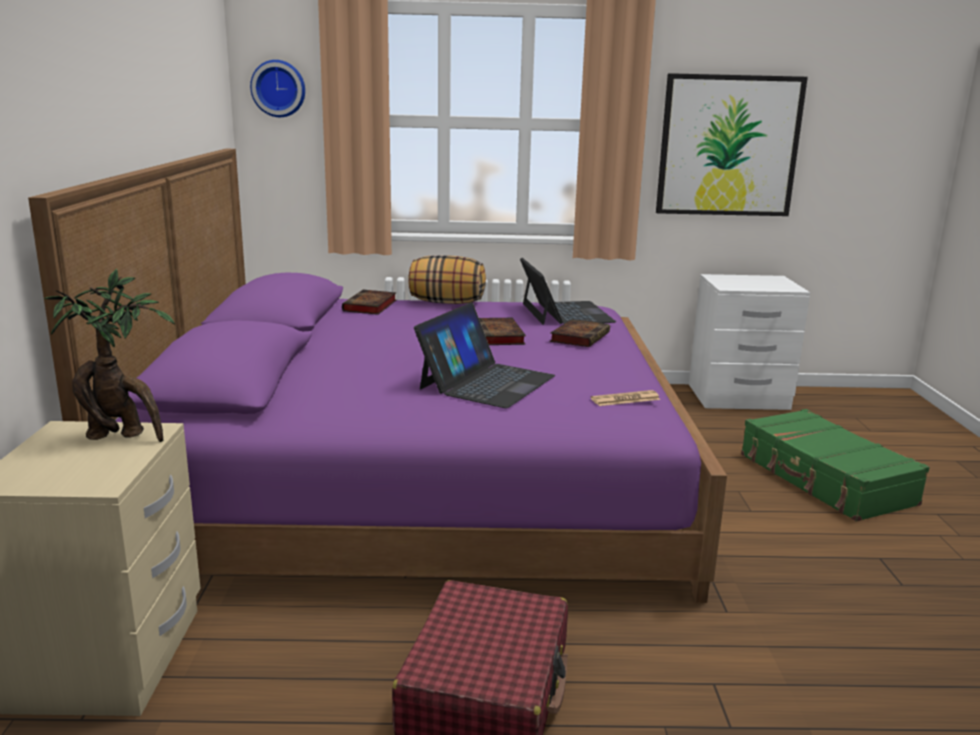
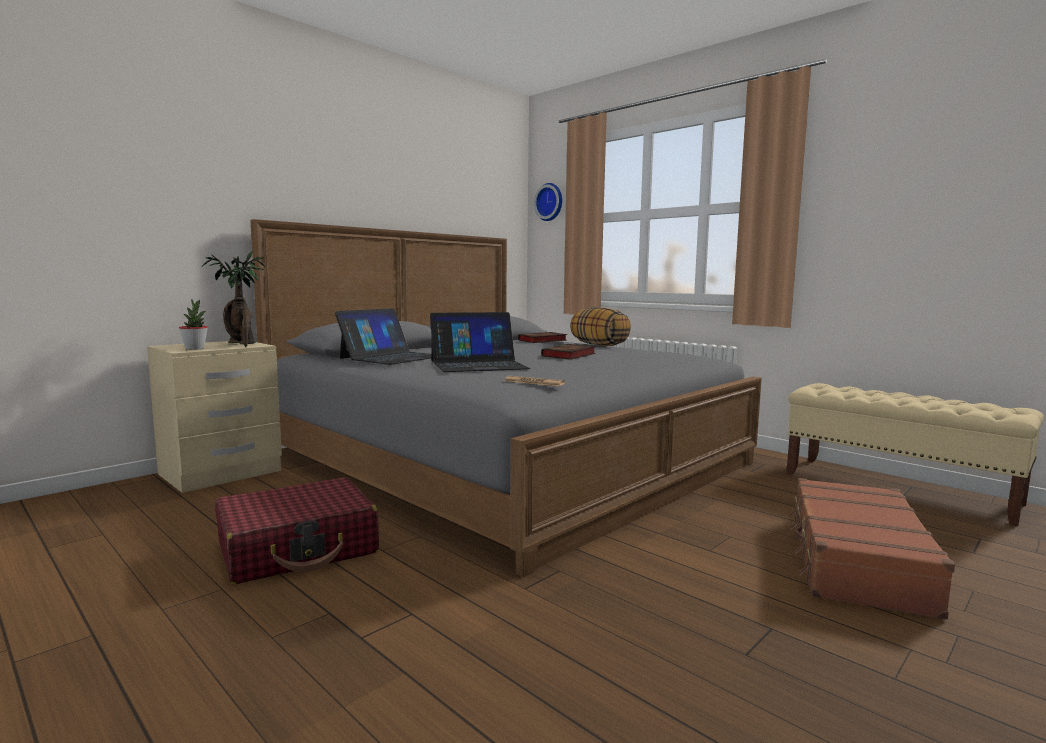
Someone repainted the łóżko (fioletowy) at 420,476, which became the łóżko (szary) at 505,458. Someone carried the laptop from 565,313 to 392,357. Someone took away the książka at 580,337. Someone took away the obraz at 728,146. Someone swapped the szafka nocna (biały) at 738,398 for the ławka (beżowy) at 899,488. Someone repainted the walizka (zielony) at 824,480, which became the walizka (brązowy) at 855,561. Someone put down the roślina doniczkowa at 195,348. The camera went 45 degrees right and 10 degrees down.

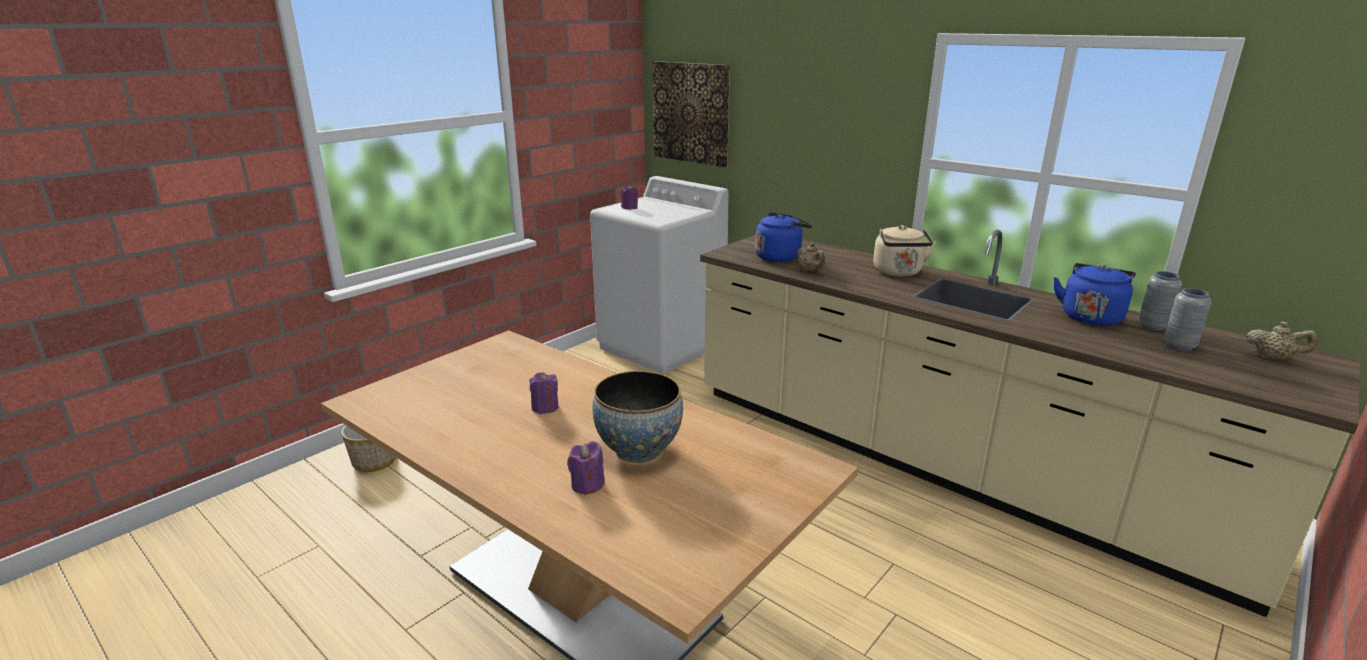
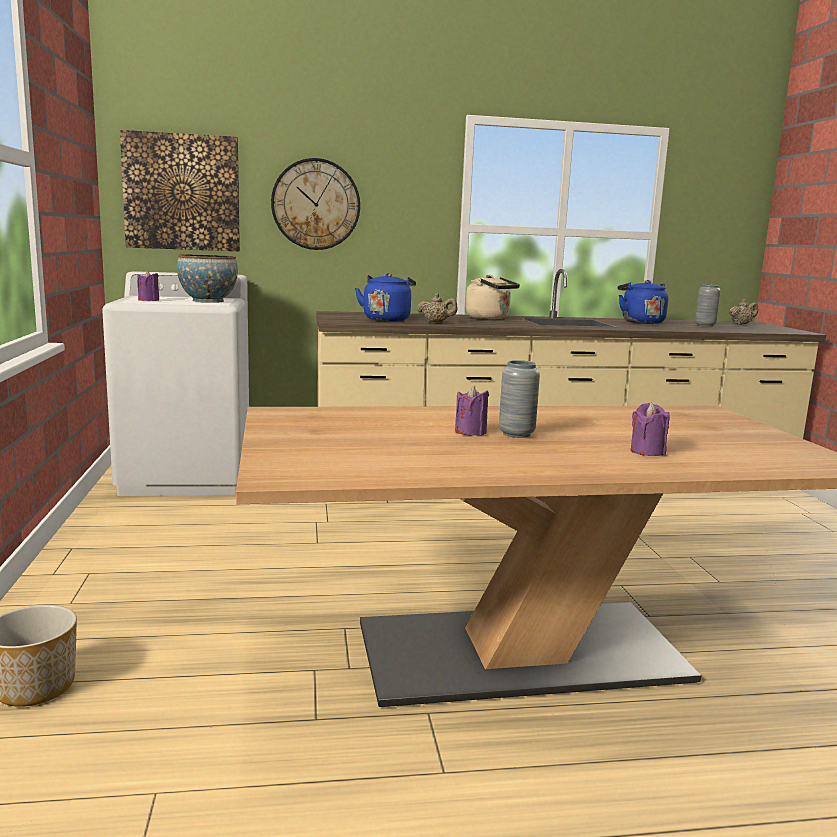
Someone carried the miska from 638,450 to 208,301. Someone carried the wazon (szary) from 1152,326 to 516,434. Someone put up the zegar ścienny at 316,204. The camera went 50 degrees left and 10 degrees down.

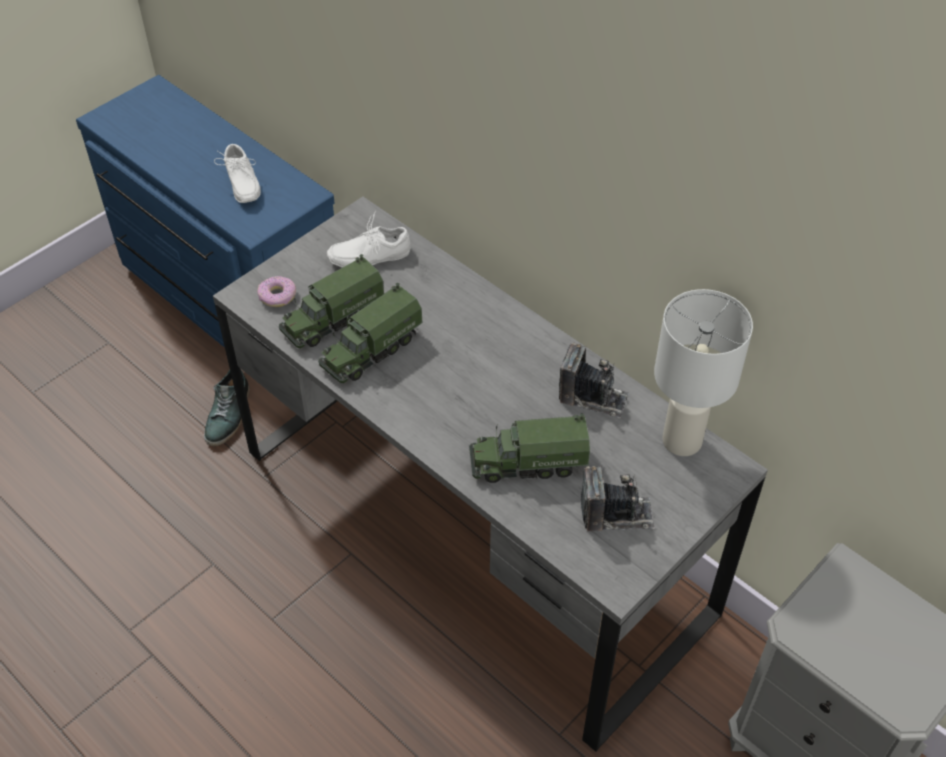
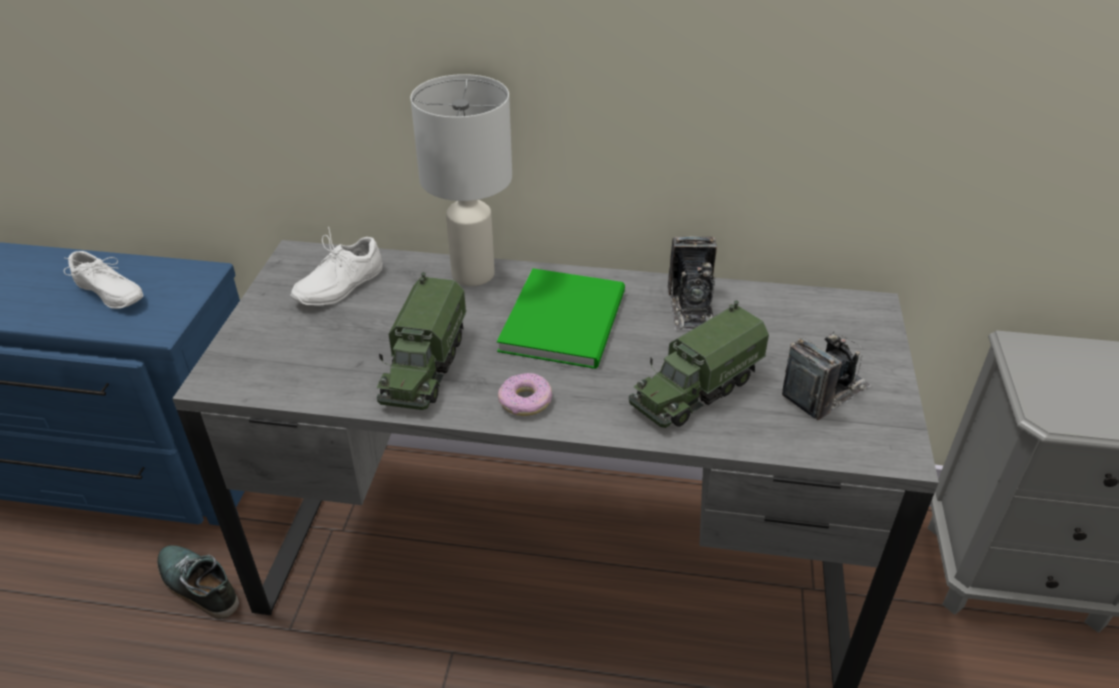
Someone rotated the but at 229,414 by 150 degrees clockwise. Someone carried the donut from 277,296 to 525,401. Someone took away the ciężarówka zabawkowa at 332,319. Someone rotated the aparat fotograficzny at 593,397 by 105 degrees clockwise. Someone carried the lampa stołowa (biały) from 681,439 to 472,273. Someone put down the książka (zielony) at 567,319. The camera went 35 degrees left and 10 degrees down.

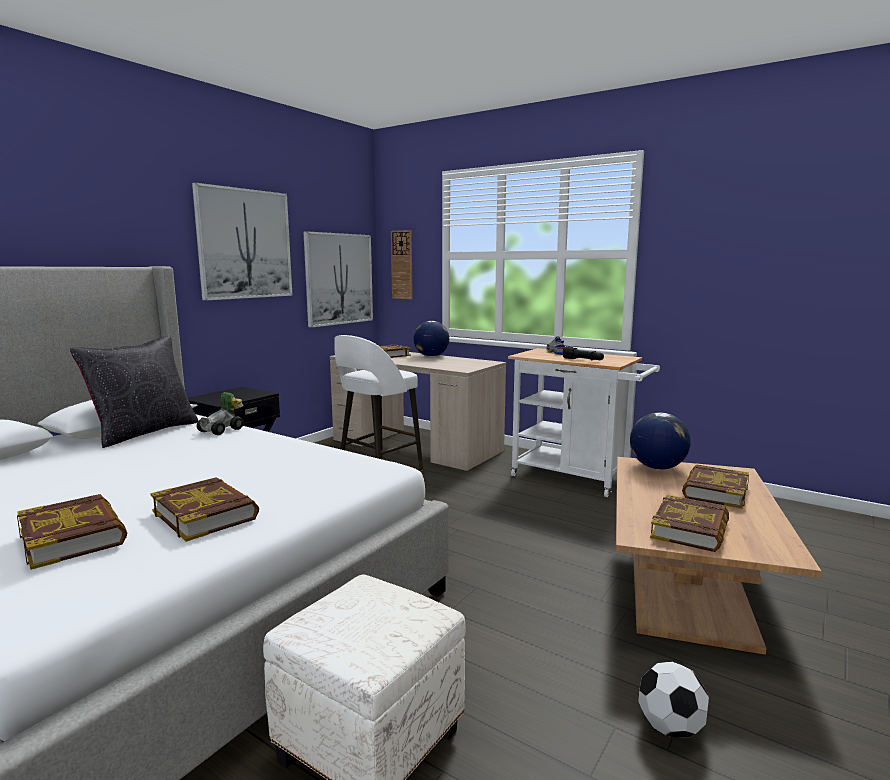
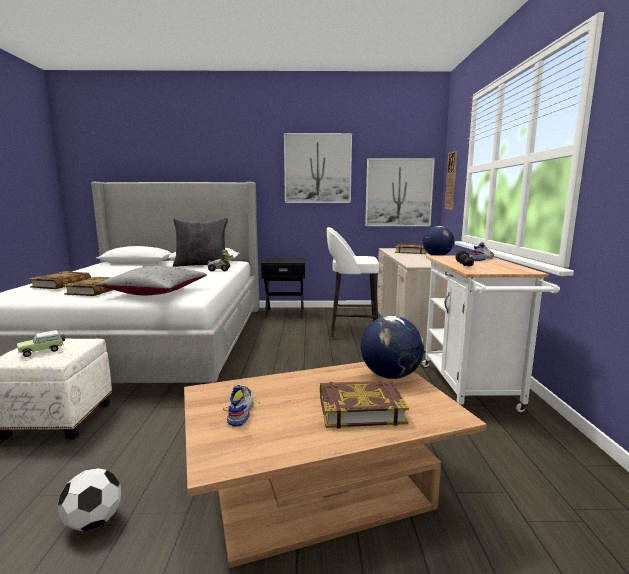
Someone swapped the książka at 690,529 for the but at 240,409. Someone put down the samochodzik at 43,351. Someone put down the poduszka (szary) at 156,292. The camera went 55 degrees right and 0 degrees up.

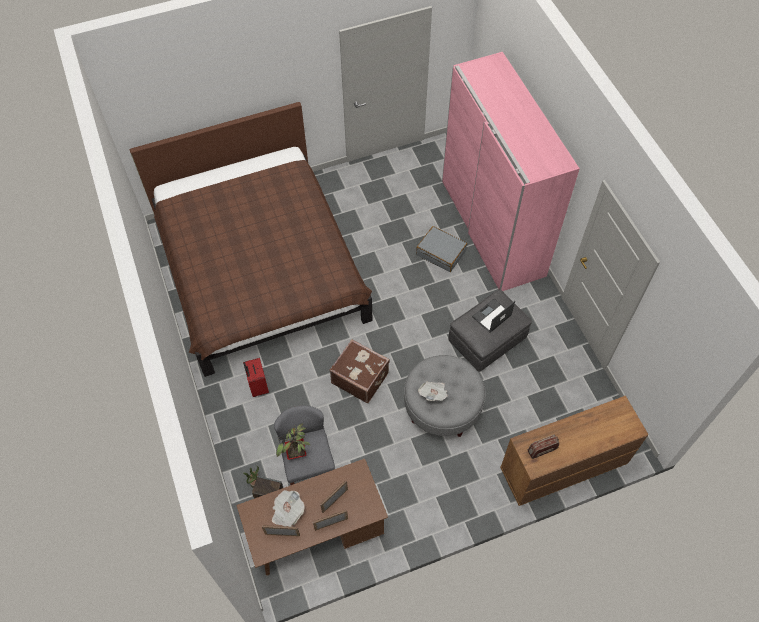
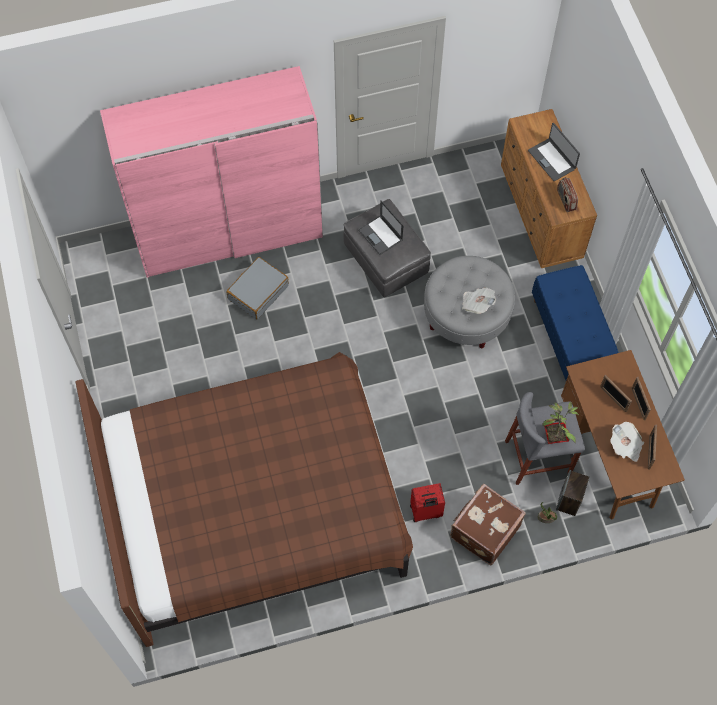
Someone carried the walizka (brązowy) from 360,377 to 484,530. Someone put down the laptop at 552,159. Someone put down the ławka (niebieski) at 570,337. The camera went 85 degrees left and 5 degrees up.

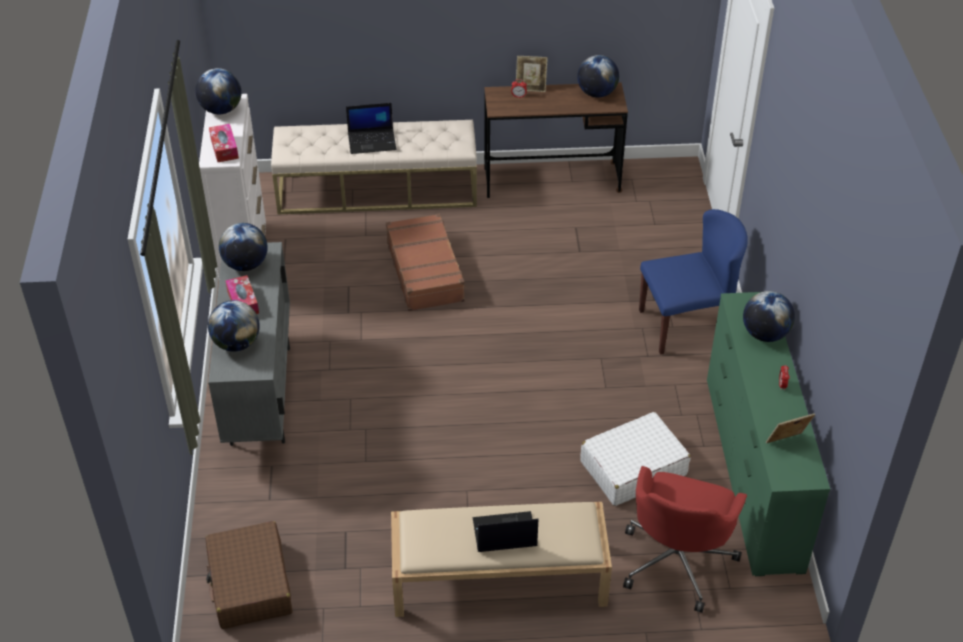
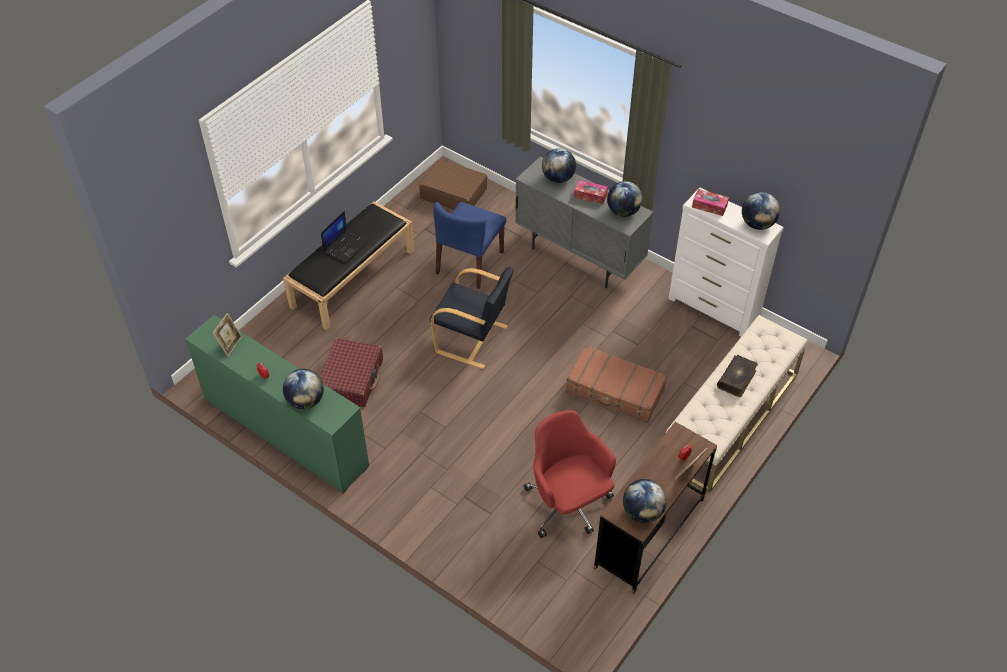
Someone swapped the laptop at 372,141 for the książka at 737,379. Someone repainted the ławka (beżowy) at 497,579, which became the ławka (czarny) at 353,277. Someone repainted the walizka (biały) at 632,468, which became the walizka (czerwony) at 351,379. Someone carried the krzesło biurowe (czerwony) from 677,560 to 568,505. Someone carried the krzesło (niebieski) from 686,325 to 469,263. Someone put down the fotel (czarny) at 473,340. The camera went 130 degrees right and 5 degrees up.

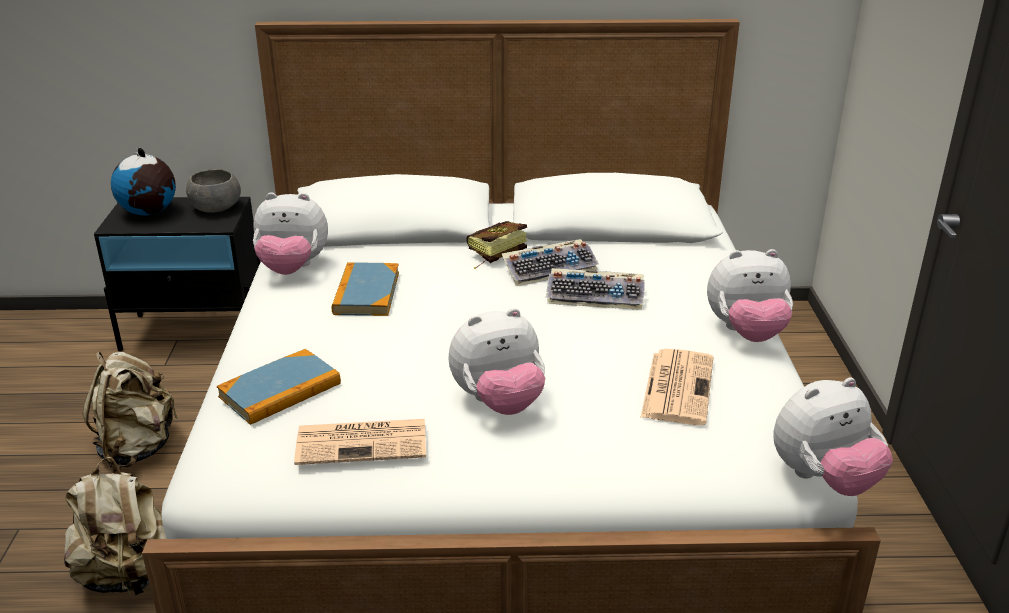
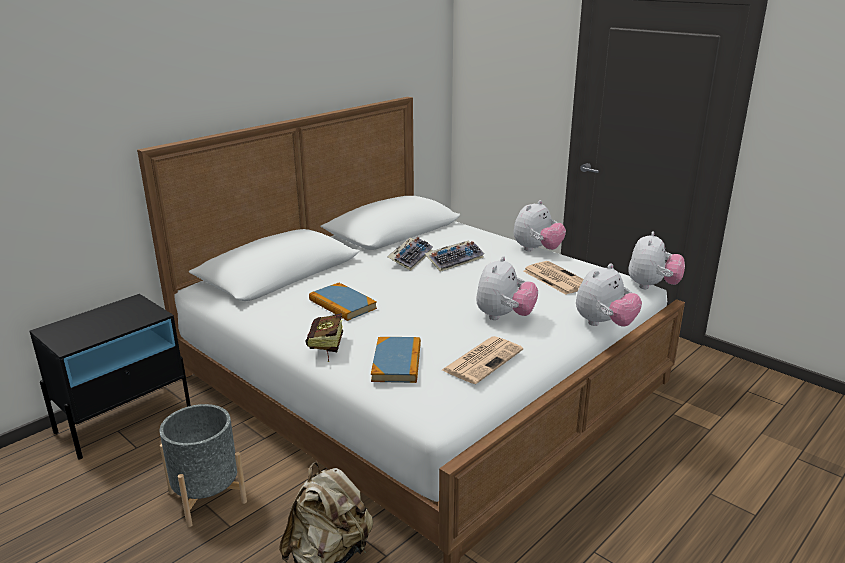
Someone swapped the plecak (beżowy) at 137,448 for the donica (szary) at 207,497. Someone took away the globus at 149,212. Someone took away the miska (szary) at 215,208. Someone carried the pluszak from 292,269 to 604,324. Someone carried the książka from 492,256 to 325,348. The camera went 45 degrees left and 5 degrees down.

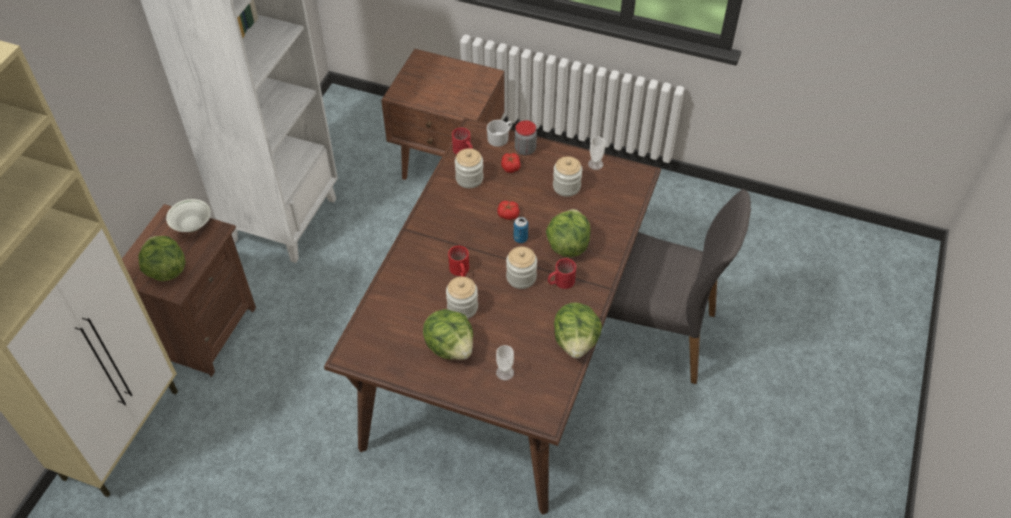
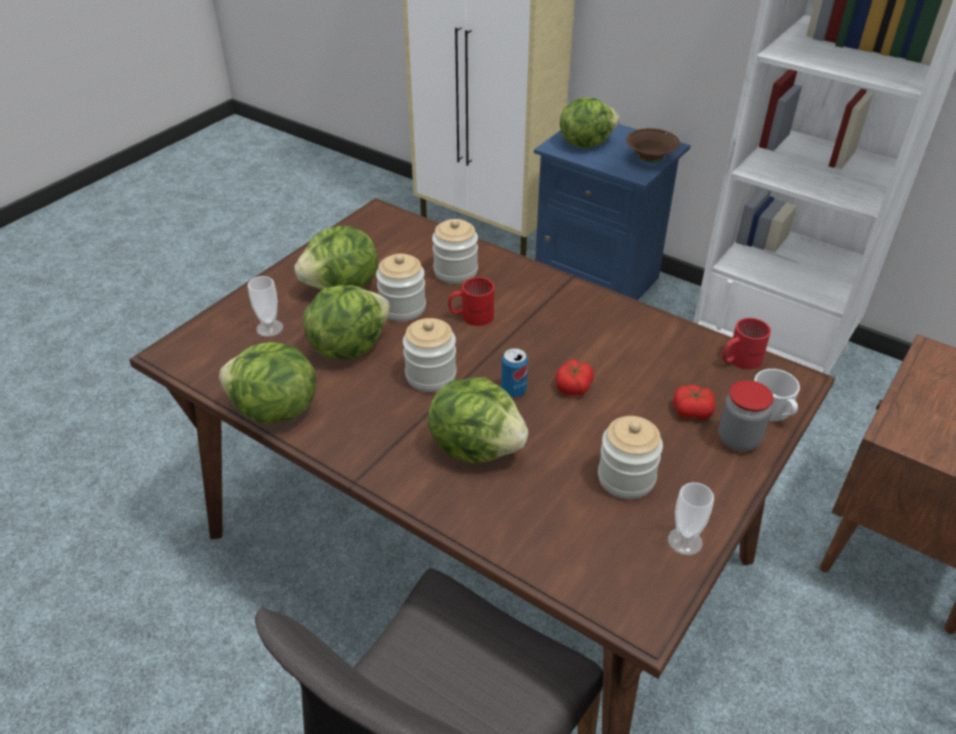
Someone repainted the szafka nocna (brązowy) at 202,331, which became the szafka nocna (niebieski) at 598,279. Someone repainted the miska (biały) at 192,226, which became the miska (brązowy) at 650,159. Someone carried the słoik from 469,178 to 455,271. Someone took away the kubek (czerwony) at 560,281. Someone put down the sałata at 348,346. The camera went 105 degrees right and 10 degrees down.

